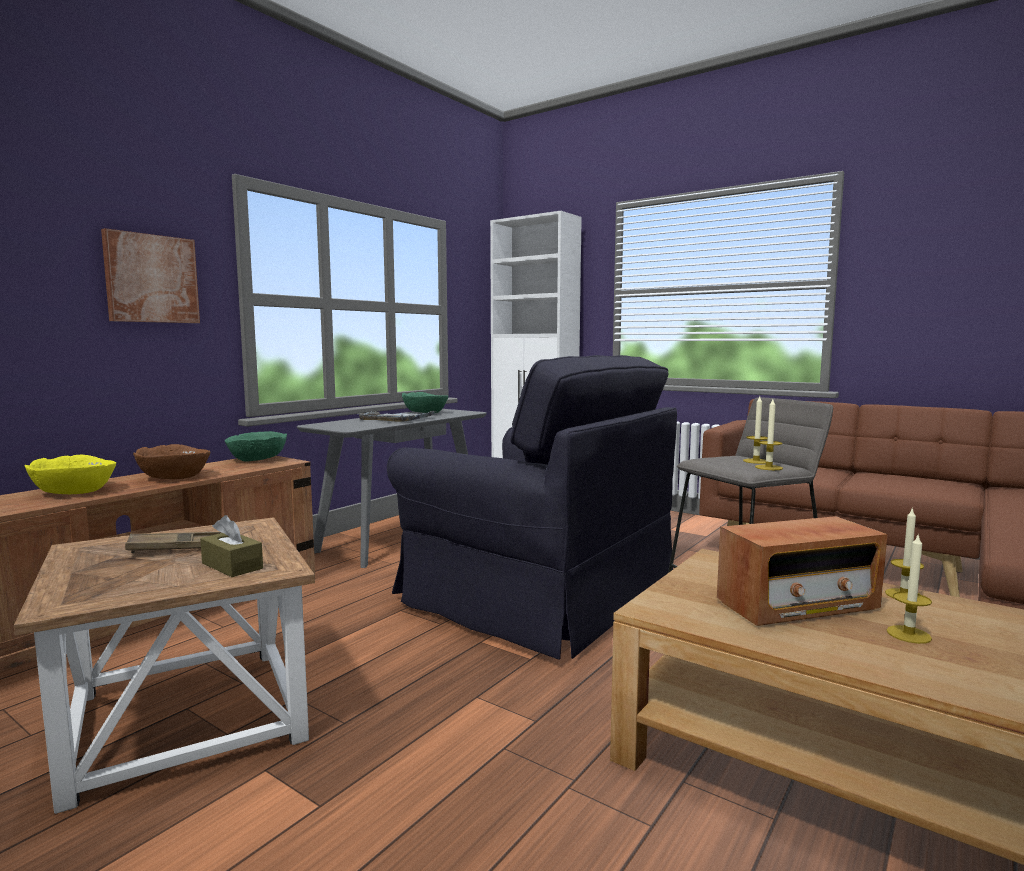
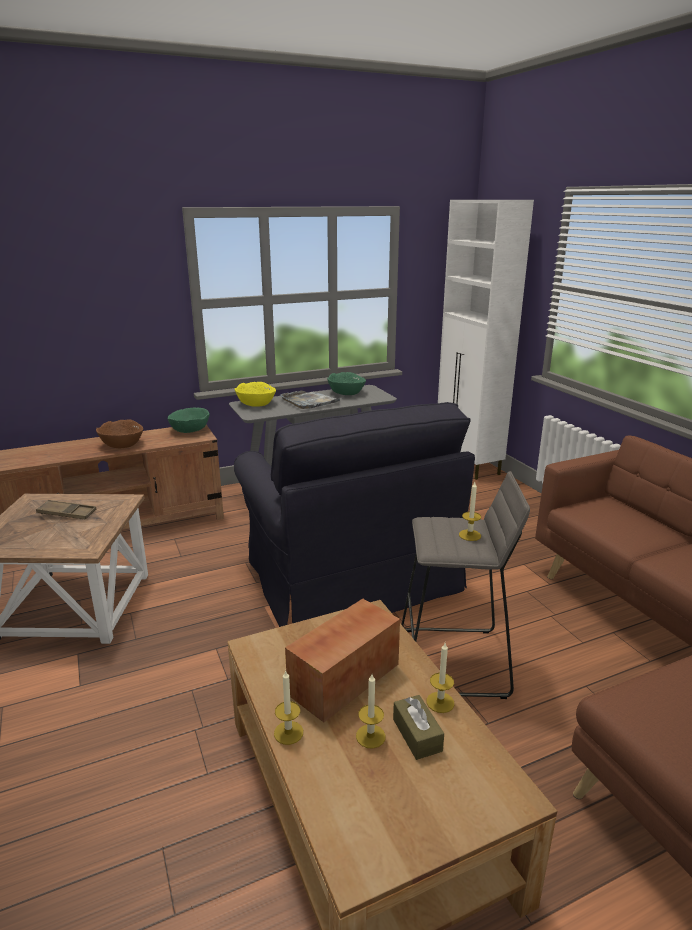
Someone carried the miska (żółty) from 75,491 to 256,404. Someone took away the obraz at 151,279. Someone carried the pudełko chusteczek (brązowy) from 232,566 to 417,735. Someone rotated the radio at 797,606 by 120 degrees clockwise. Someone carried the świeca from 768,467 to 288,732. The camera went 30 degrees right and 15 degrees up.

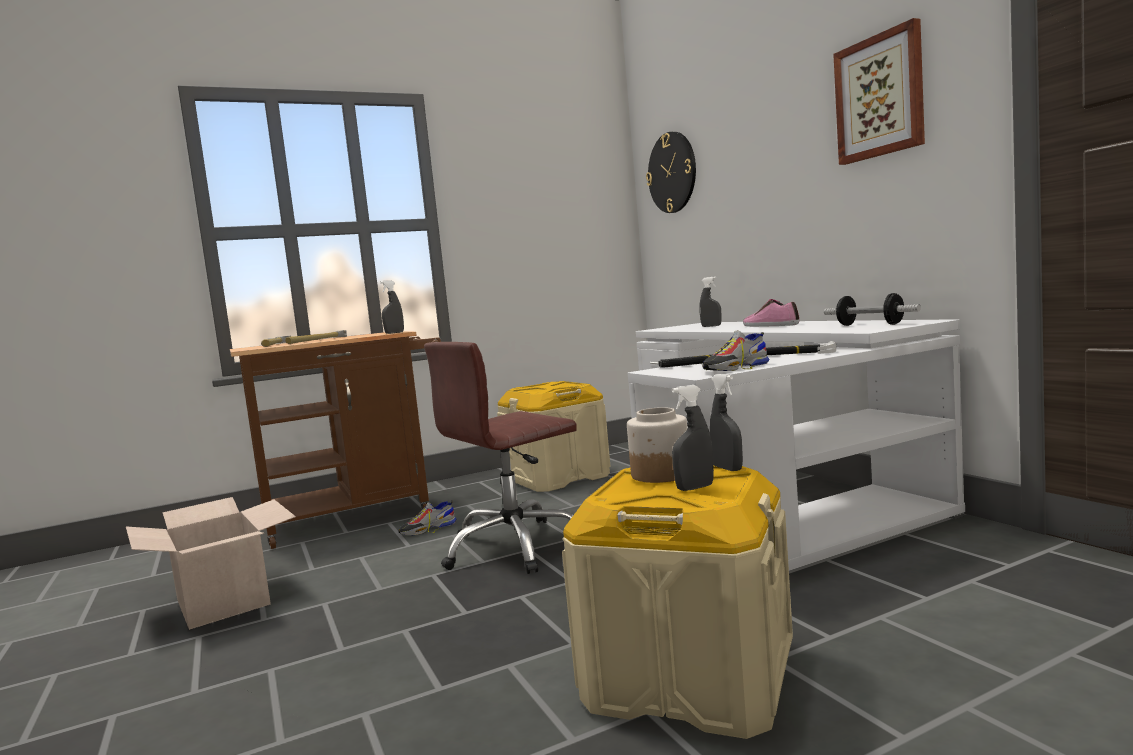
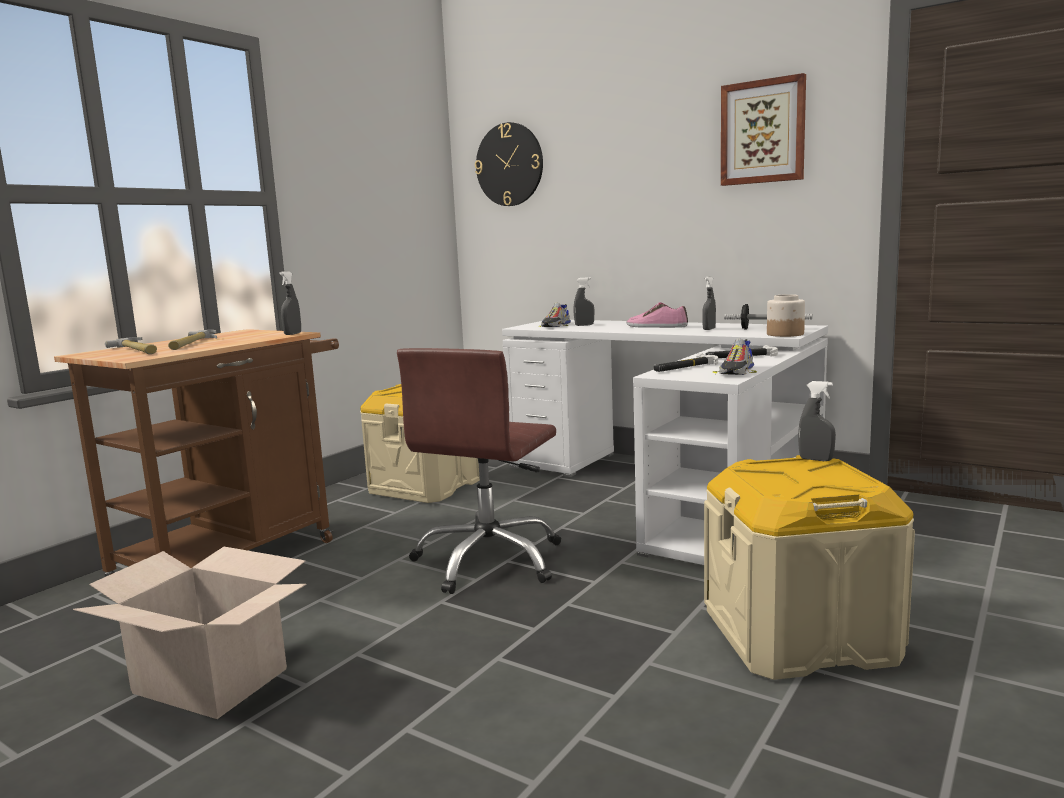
Someone carried the but from 428,529 to 556,325. Someone carried the słoik from 660,474 to 784,334. Someone carried the spryskiwacz (szary) from 695,488 to 709,329. The camera went 30 degrees left and 5 degrees up.

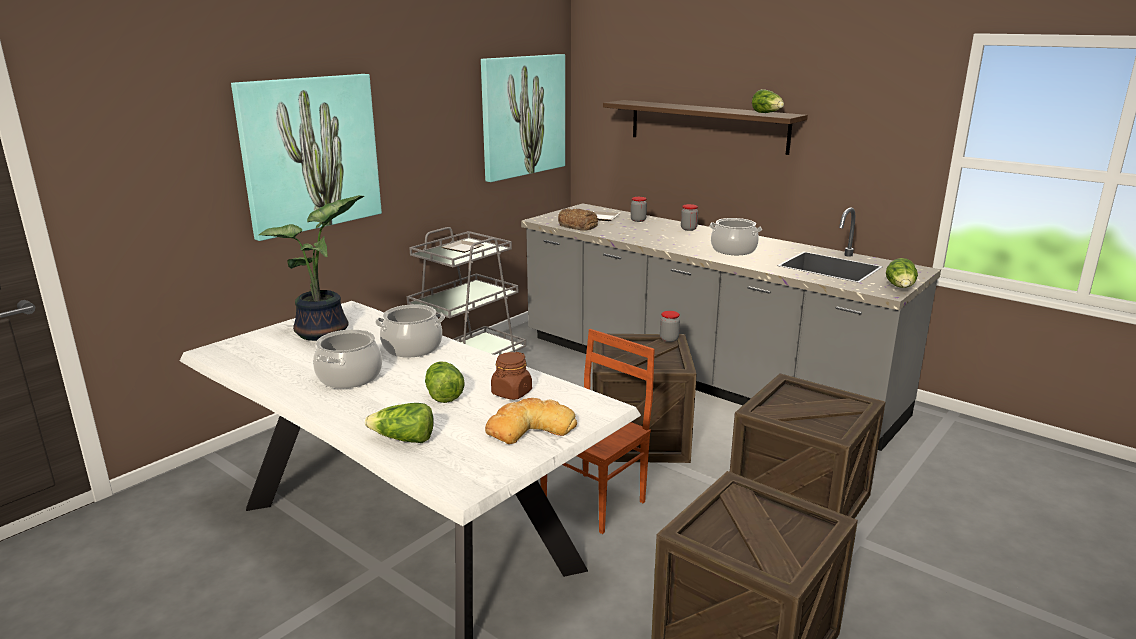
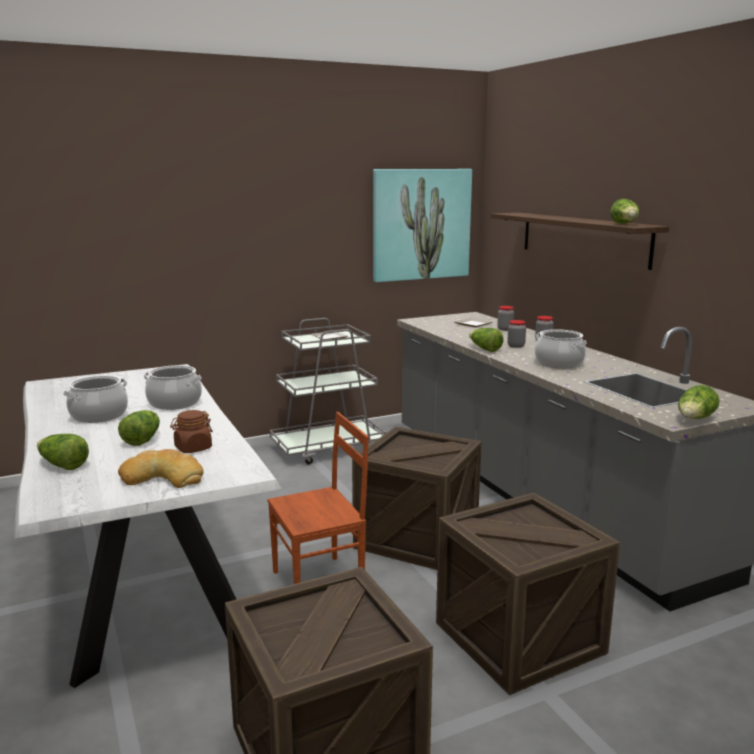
Someone took away the obraz at 310,153. Someone took away the roślina doniczkowa at 325,332. Someone took away the chleb at 578,225. Someone carried the słoik from 669,339 to 516,346. Someone put down the sałata at 484,349. The camera went 25 degrees right and 5 degrees down.

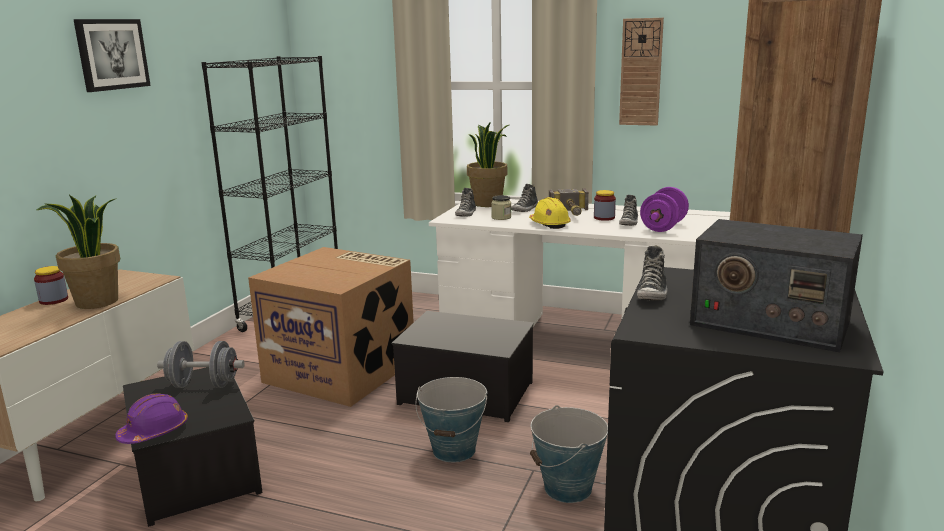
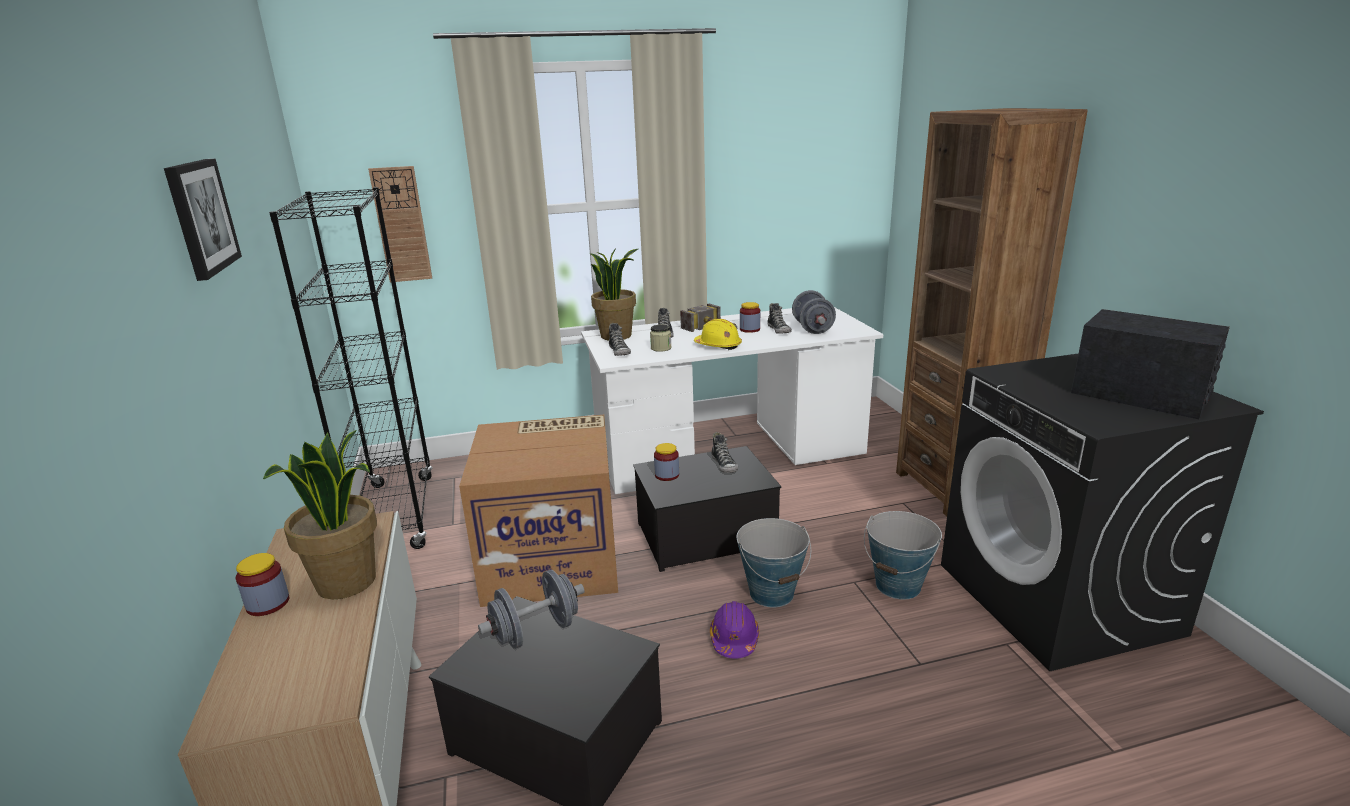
Someone carried the kask (fioletowy) from 154,432 to 734,639. Someone carried the zegar ścienny from 641,72 to 401,225. Someone carried the but from 652,293 to 724,465. Someone repainted the hantel (fioletowy) at 663,227, which became the hantel (szary) at 812,328. Someone rotated the radio at 768,322 by 135 degrees counterclockwise. Someone put down the słoik at 667,475. The camera went 35 degrees left and 5 degrees up.

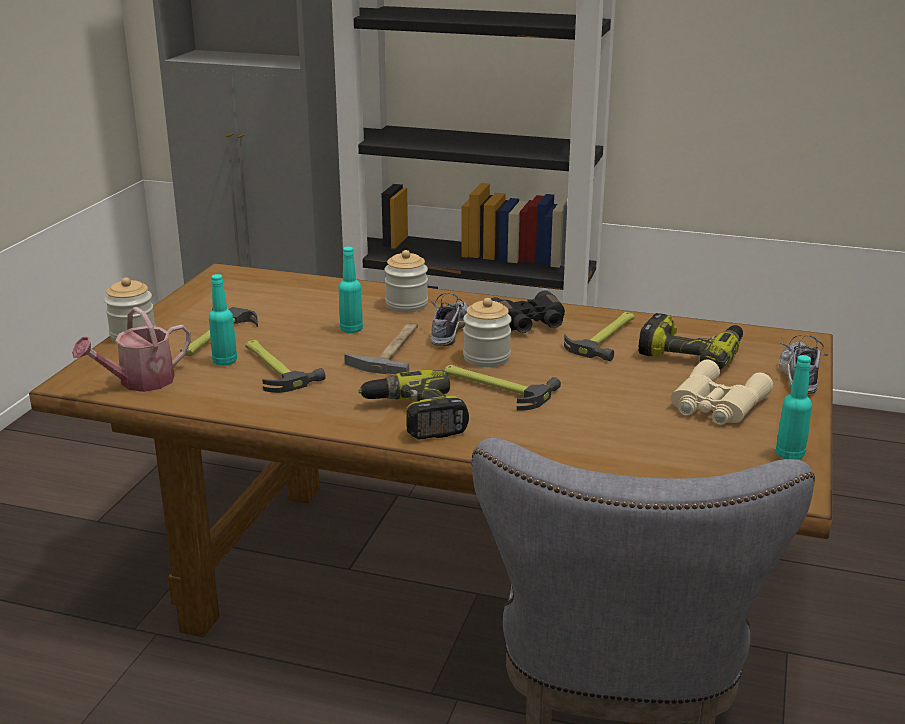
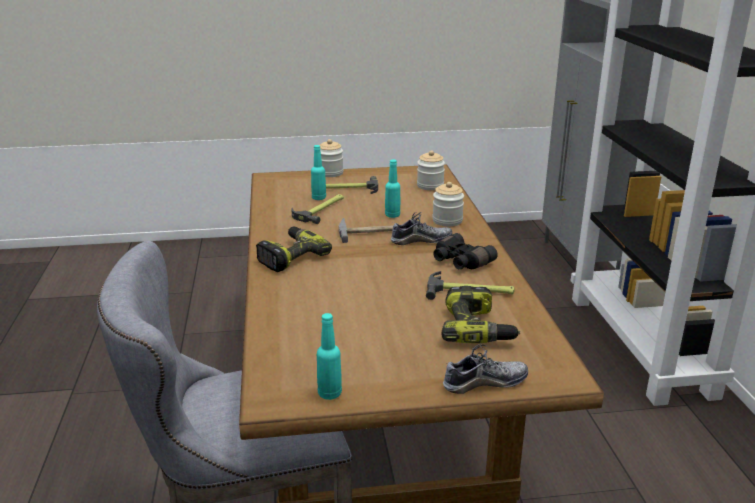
Someone took away the konewka at 139,382. Someone took away the młotek at 495,387. Someone carried the słoik from 486,358 to 430,186. Someone took away the lornetka (beżowy) at 716,404. The camera went 65 degrees right and 0 degrees up.

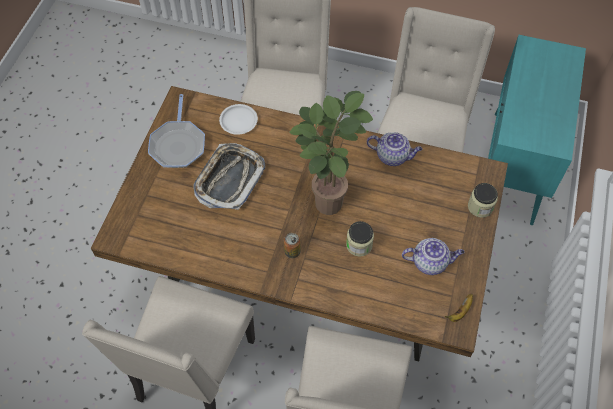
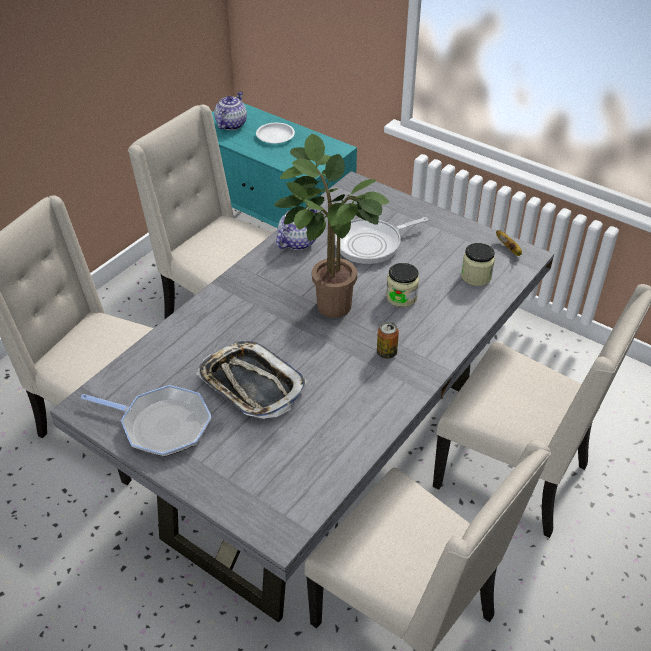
Someone repainted the stół jadalny (brązowy) at 308,278, which became the stół jadalny (szary) at 325,458. Someone carried the talerz (biały) from 238,121 to 275,136. Someone carried the imbryk from 430,262 to 231,124. Someone carried the słoik from 480,207 to 476,276. Someone put down the patelnia at 372,244. The camera went 70 degrees left and 15 degrees down.

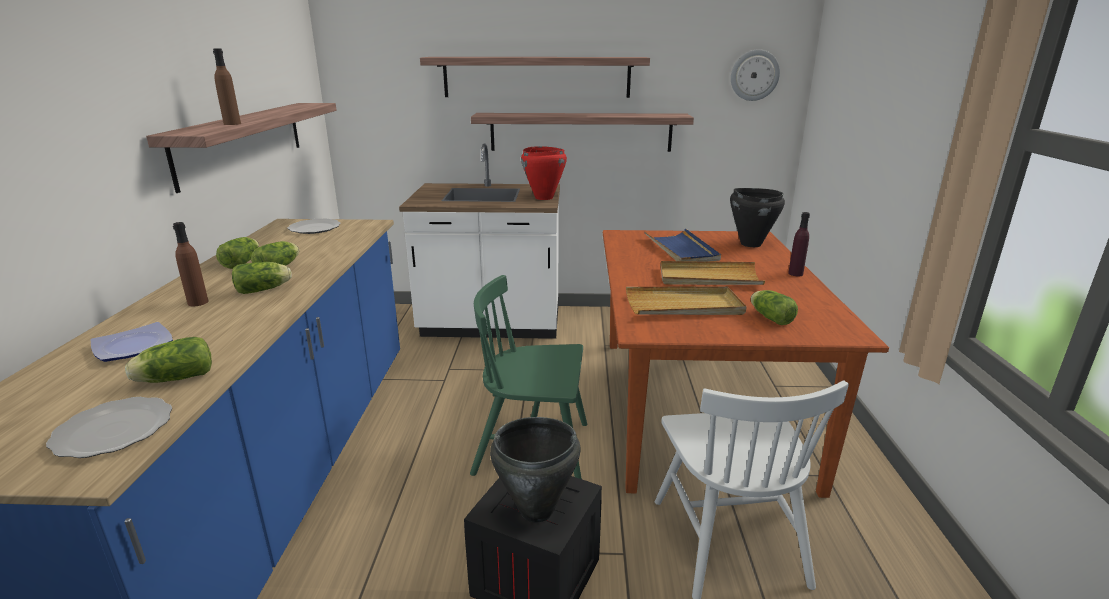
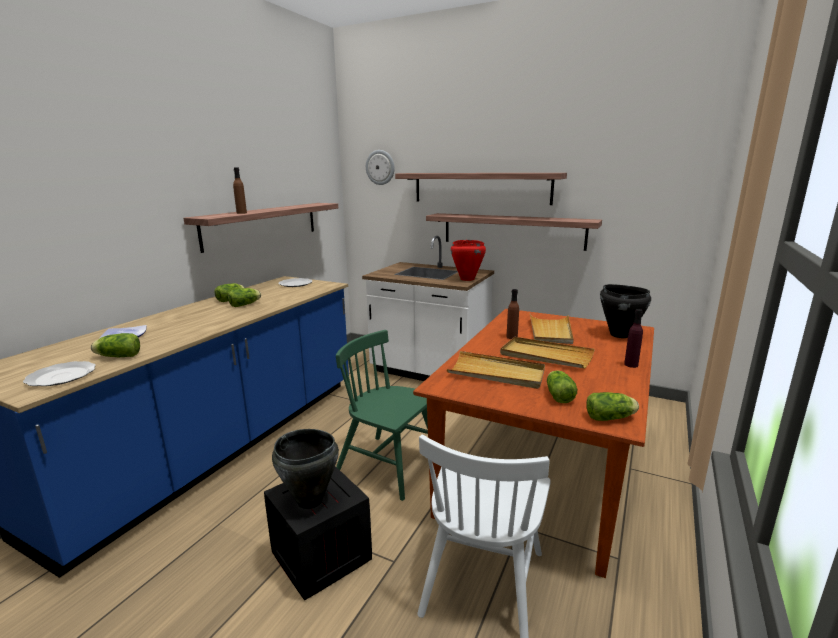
Someone carried the butelka (brązowy) from 198,302 to 512,337. Someone carried the sałata from 265,289 to 611,418. Someone repainted the taca (niebieski) at 681,249, which became the taca (beżowy) at 550,331. Someone carried the zegar ścienny from 754,75 to 380,167. The camera went 25 degrees right and 5 degrees down.

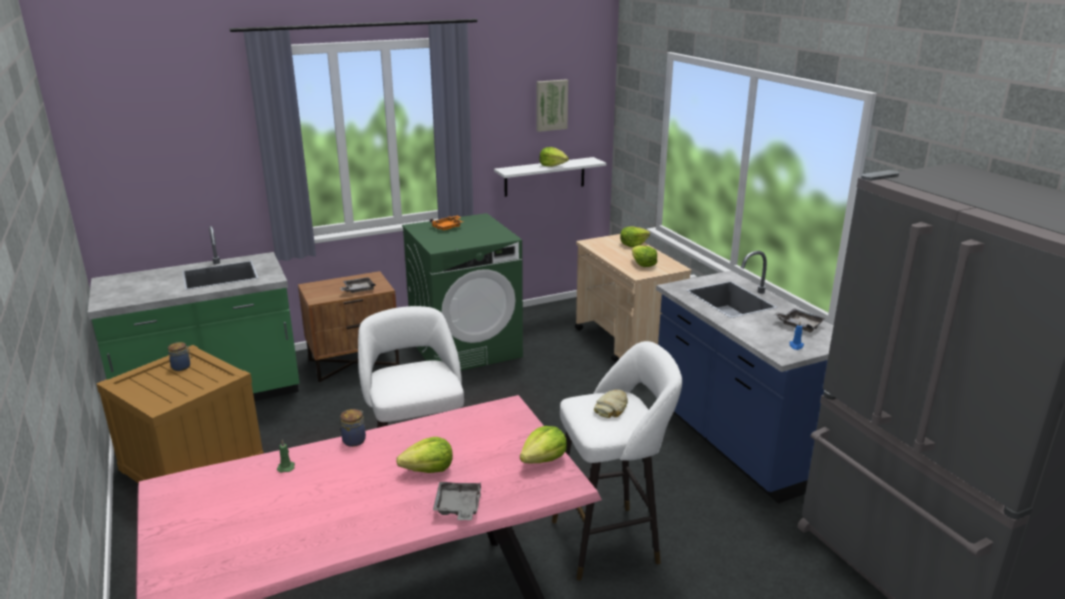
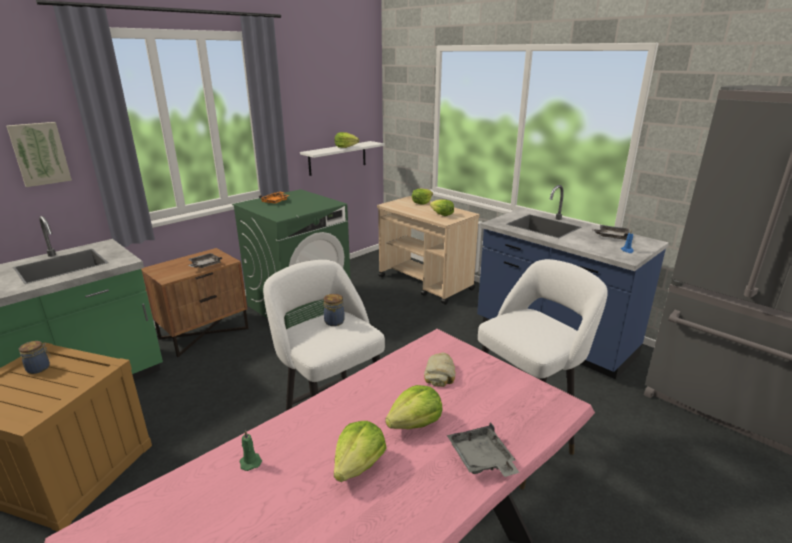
Someone carried the słoik from 355,440 to 335,321. Someone carried the sałata from 543,459 to 359,465. Someone carried the obraz from 551,105 to 39,153. Someone carried the chleb from 612,408 to 440,373. The camera went 20 degrees left and 0 degrees up.

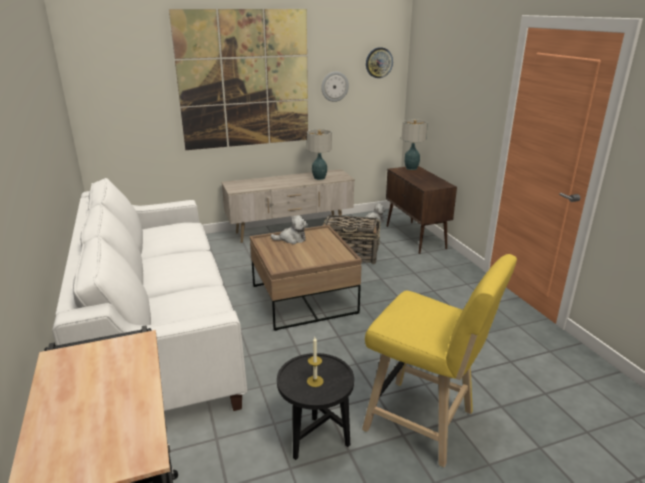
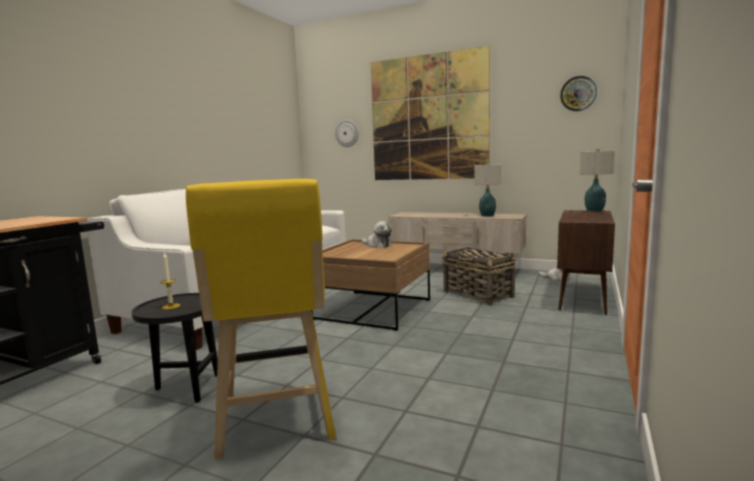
Someone carried the zegar ścienny from 334,86 to 347,133. The camera went 45 degrees right and 15 degrees down.

